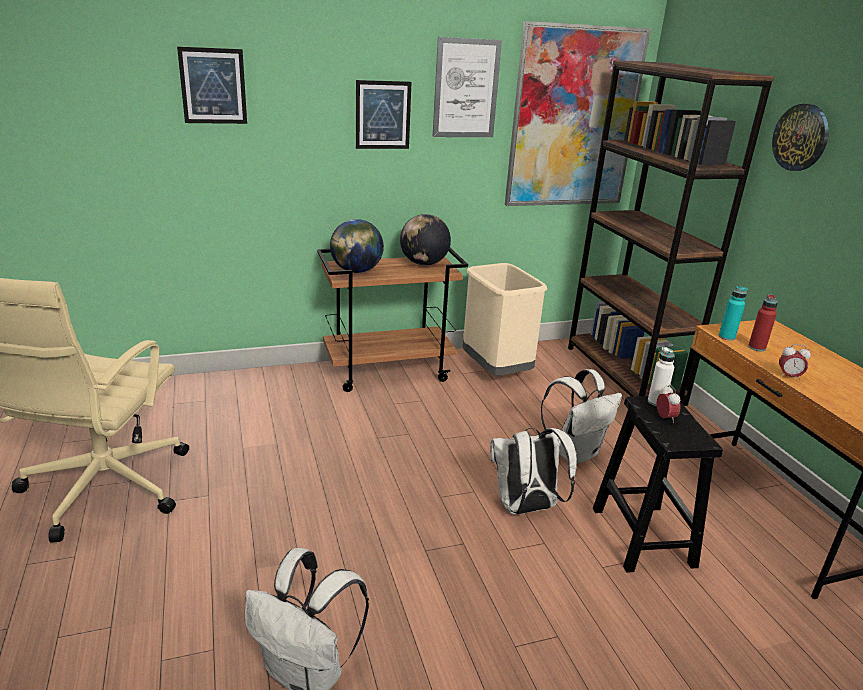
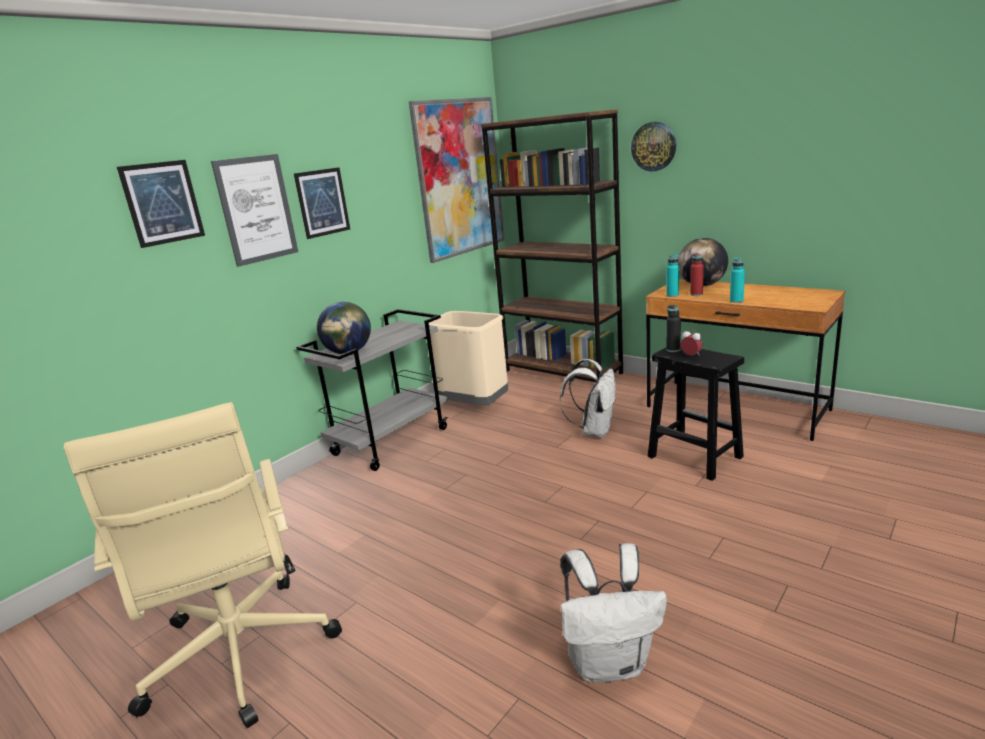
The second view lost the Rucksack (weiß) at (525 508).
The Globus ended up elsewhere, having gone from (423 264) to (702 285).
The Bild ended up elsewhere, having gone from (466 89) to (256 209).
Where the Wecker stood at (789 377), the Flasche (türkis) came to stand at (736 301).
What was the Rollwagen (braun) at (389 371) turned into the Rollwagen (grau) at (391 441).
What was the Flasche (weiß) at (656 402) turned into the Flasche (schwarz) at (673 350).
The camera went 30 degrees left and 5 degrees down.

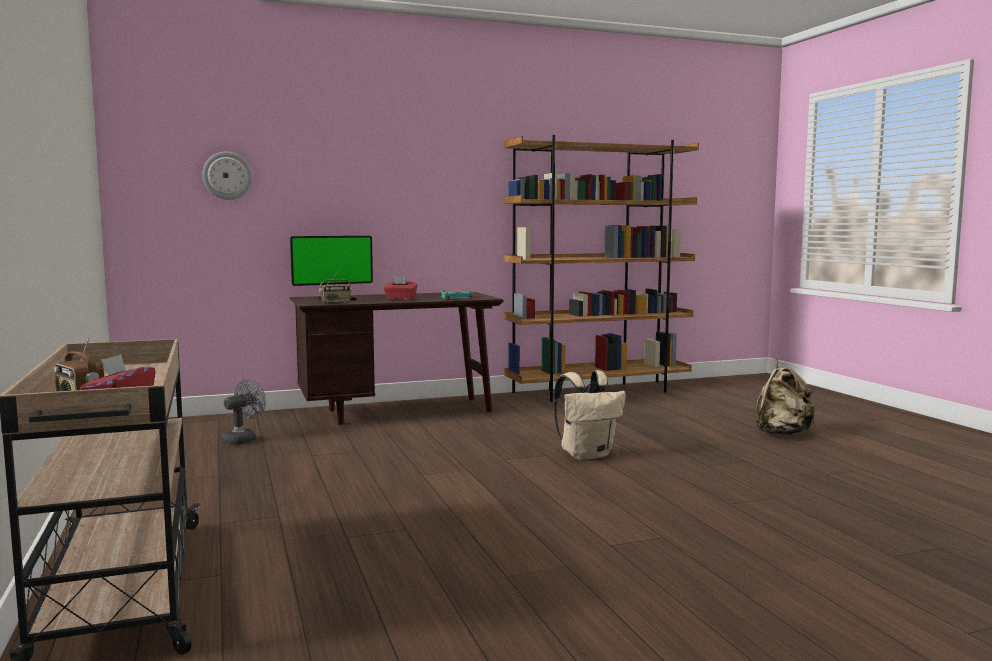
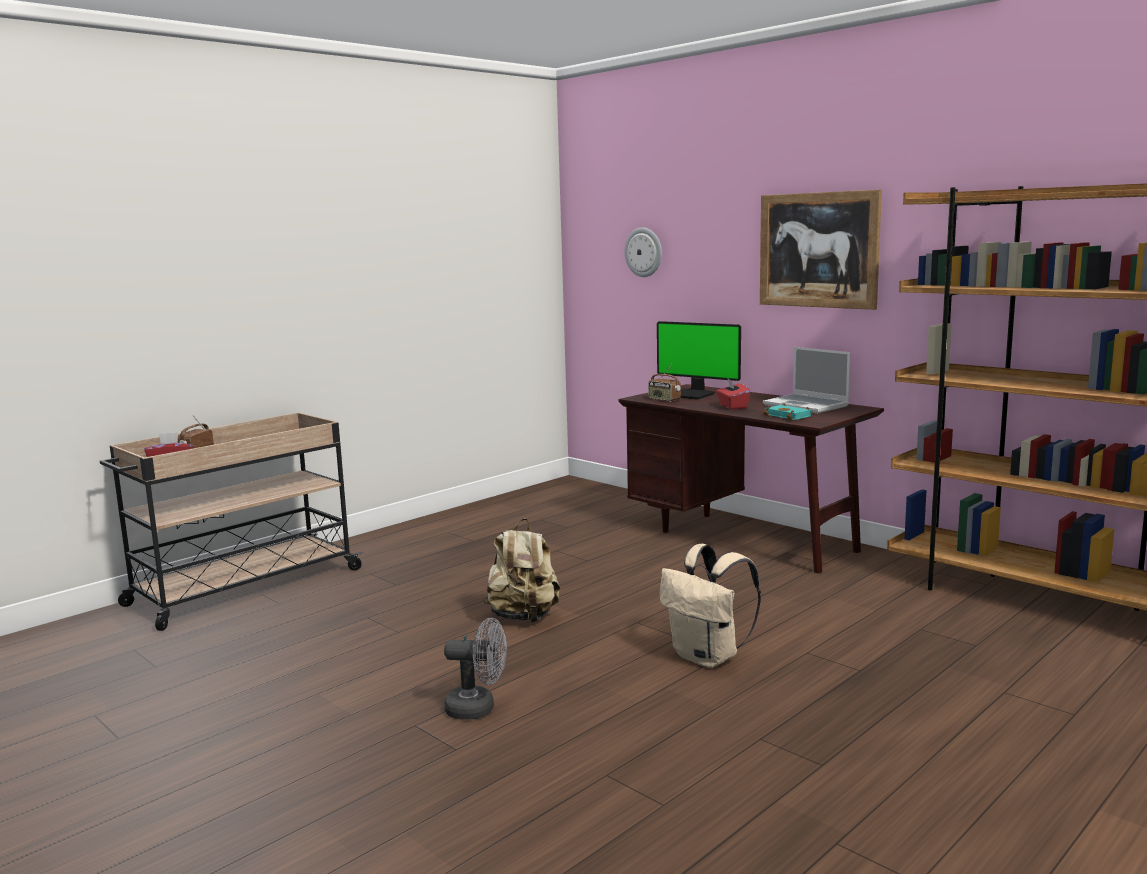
The second view gained the Bild at (818 250).
The second view gained the Laptop at (807 405).
The Ventilator (grau) ended up elsewhere, having gone from (243 439) to (478 708).
The Rucksack (beige) ended up elsewhere, having gone from (782 434) to (524 617).
The camera went 65 degrees right and 5 degrees up.

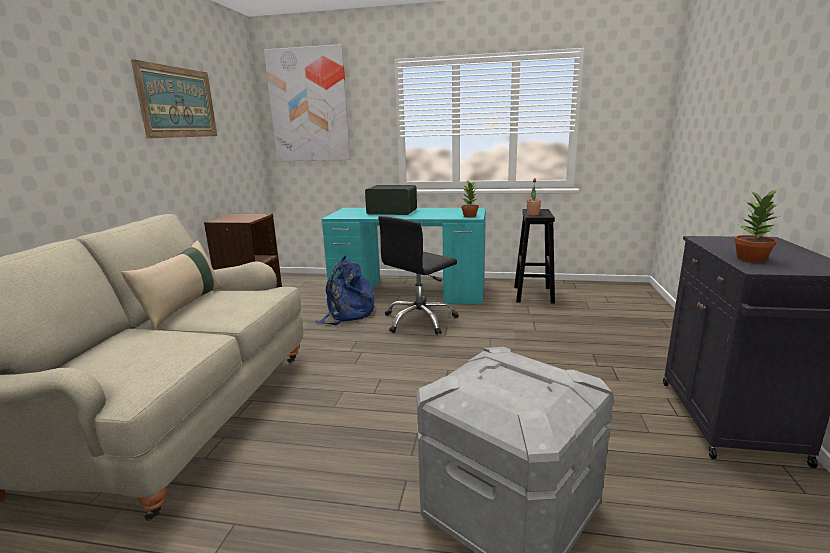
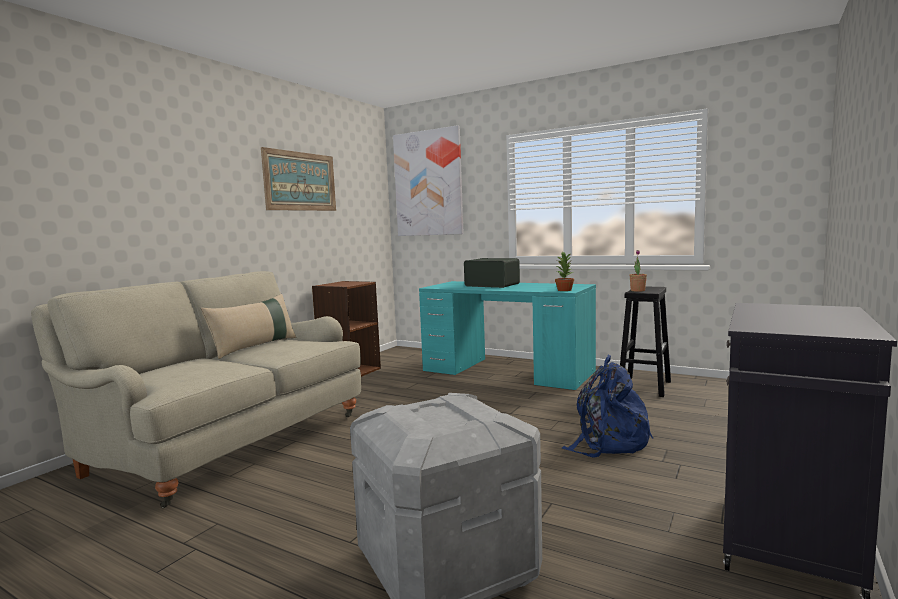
The second view lost the Bürostuhl (schwarz) at (419 320).
The second view lost the Topfpflanze at (752 259).
The Rucksack (blau) ended up elsewhere, having gone from (347 313) to (608 441).
The camera went 20 degrees right and 10 degrees down.

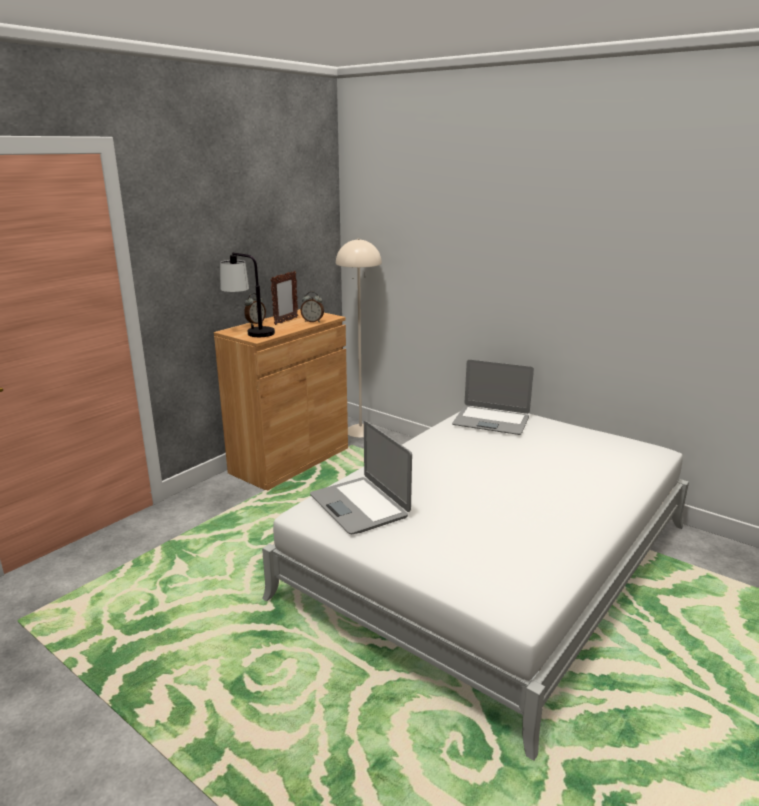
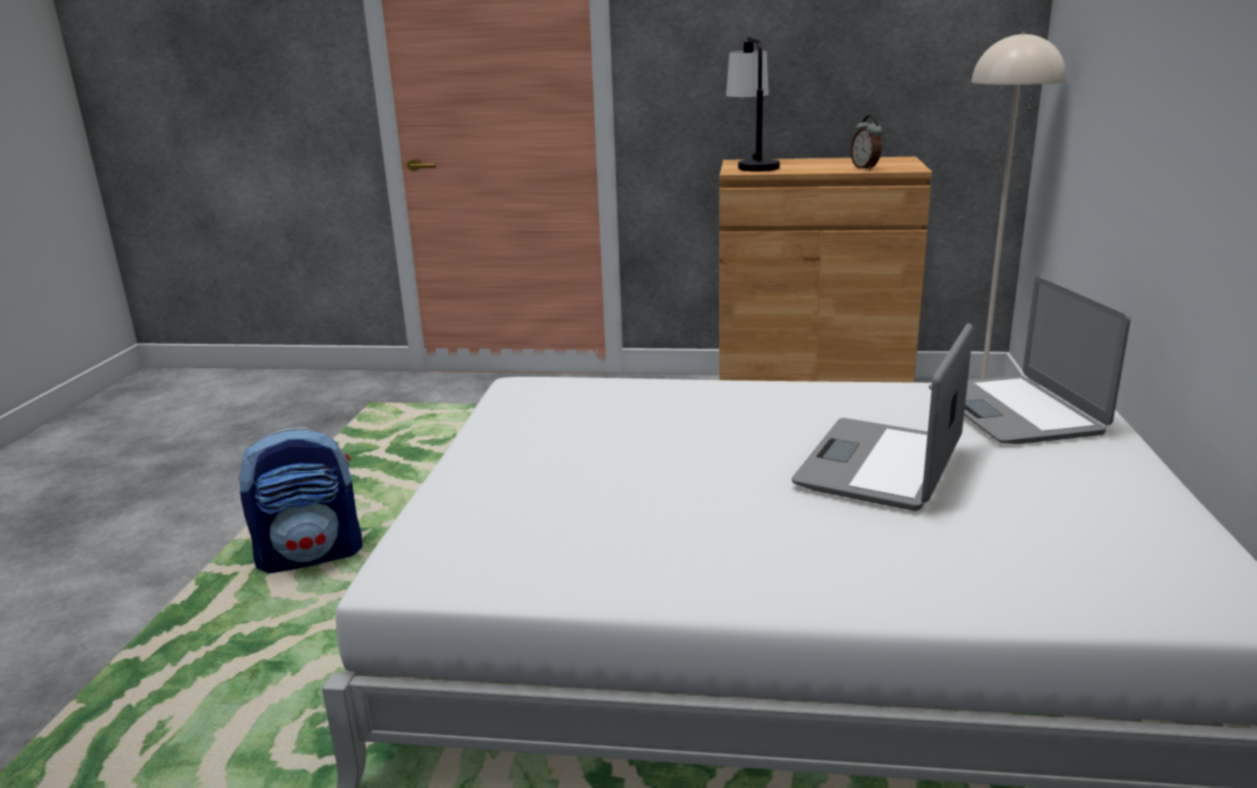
The second view lost the Wecker at (255 323).
The second view lost the Bilderrahmen at (285 321).
The second view gained the Rucksack at (312 555).
The Laptop ended up elsewhere, having gone from (360 506) to (881 465).
The camera went 60 degrees right and 0 degrees up.

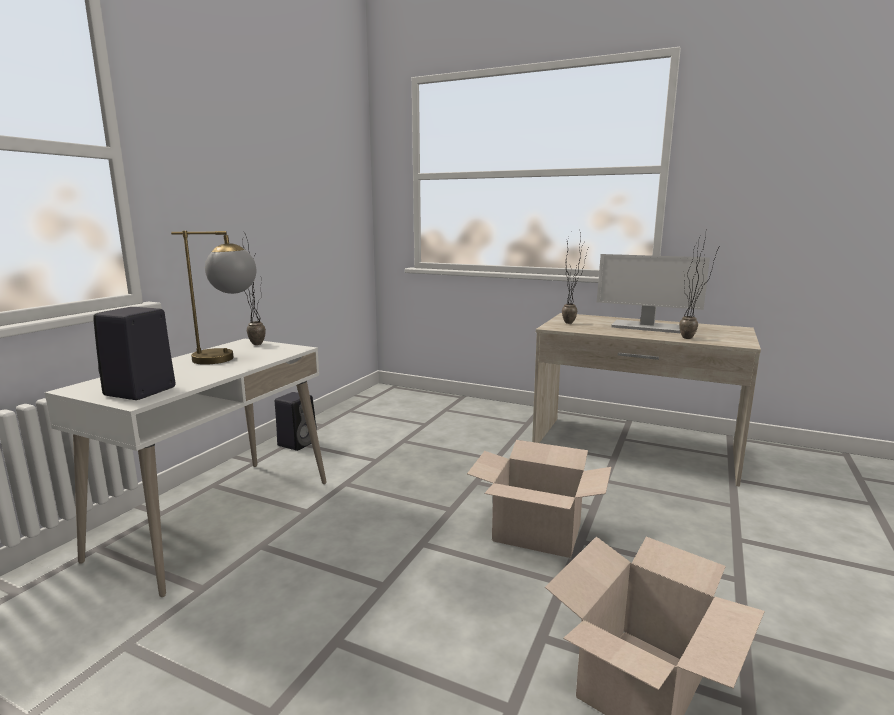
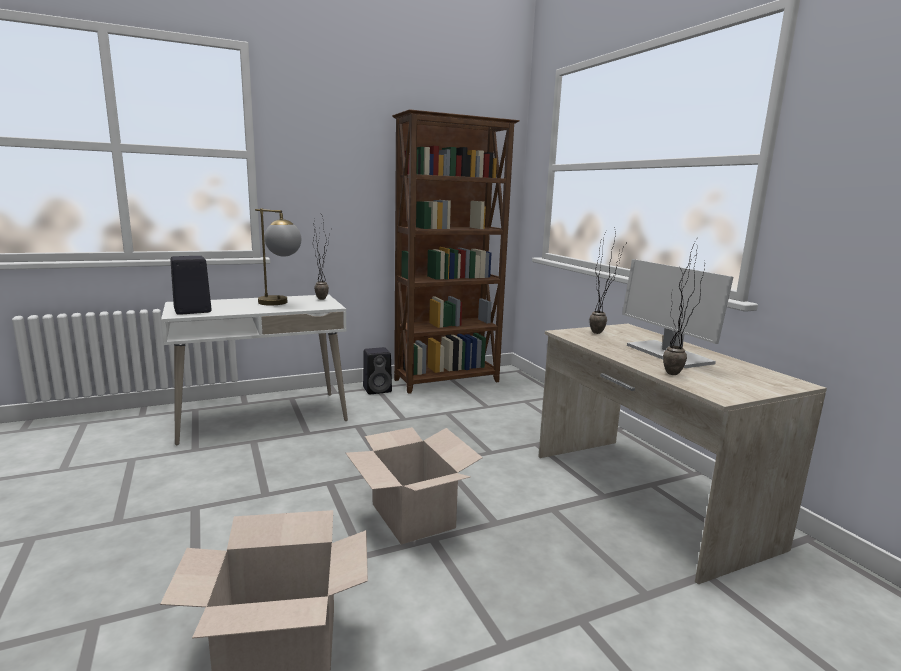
The second view gained the Bücherregal (braun) at (448 381).
The camera went 40 degrees right and 0 degrees up.

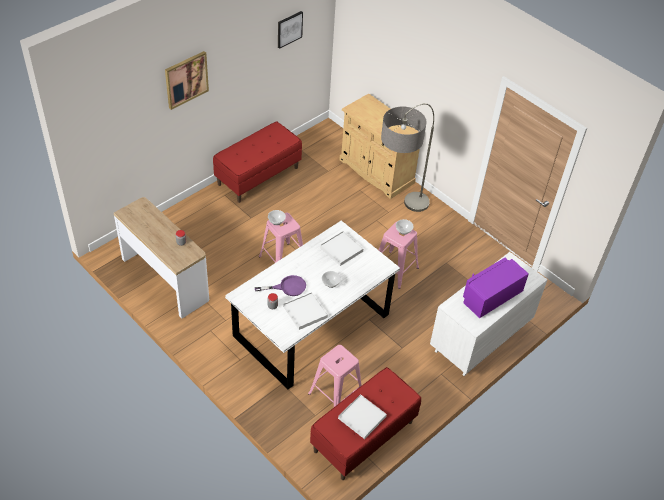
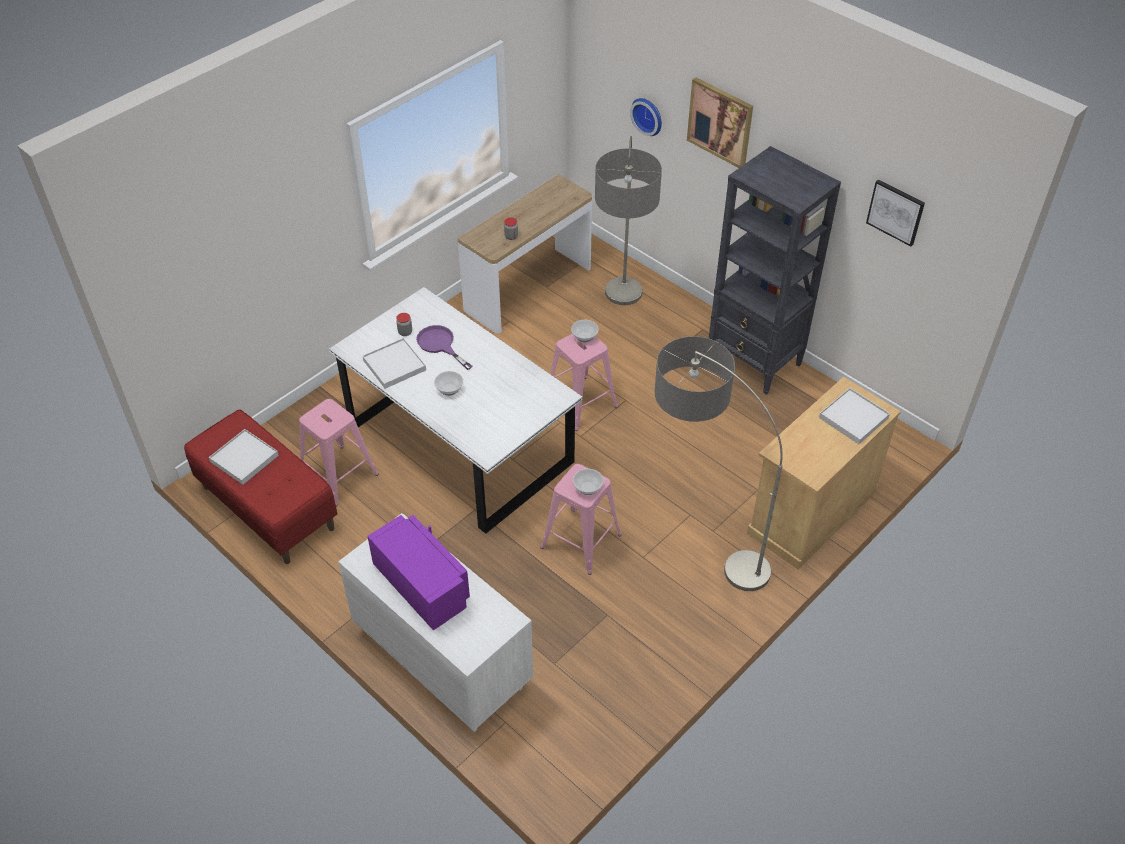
The second view gained the Stehlampe at (621 324).
The second view gained the Wanduhr at (648 115).
The Tablett (weiß) ended up elsewhere, having gone from (341 249) to (853 418).
Where the Bank (rot) stood at (258 176), the Bücherregal (schwarz) came to stand at (754 362).
The Pfanne (lila) at (287 287) ended up facing another way, 150 degrees clockwise from before.
The camera went 90 degrees right and 0 degrees up.

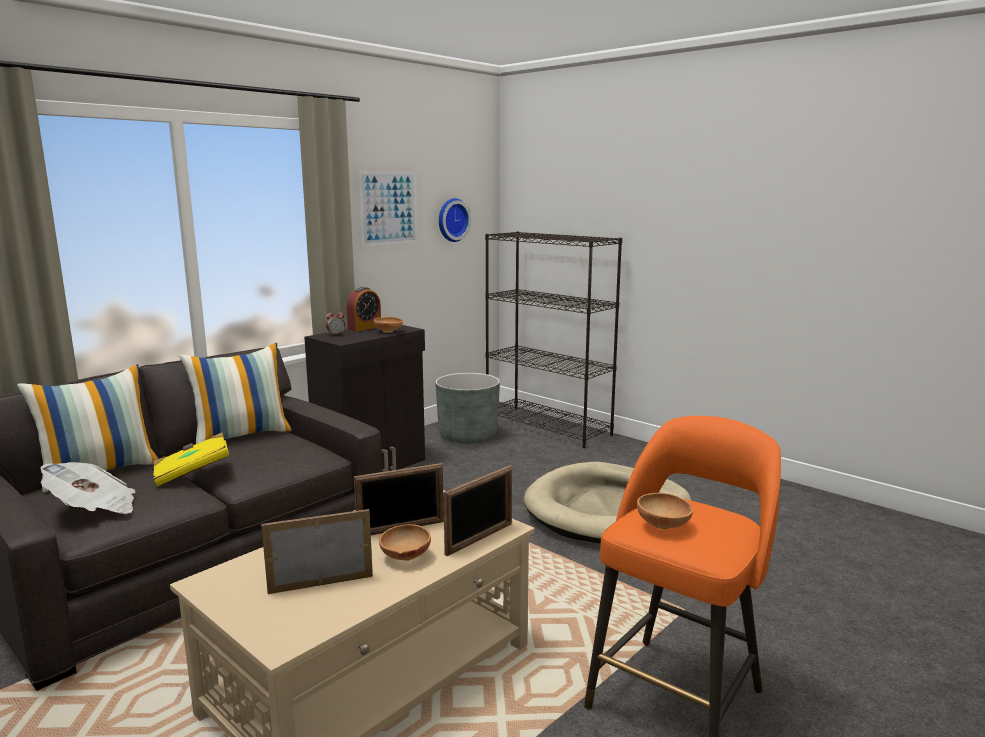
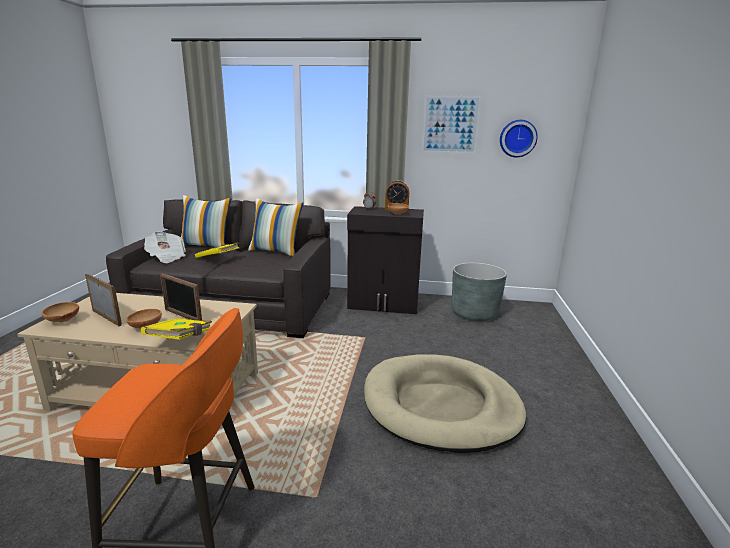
The second view lost the Bücherregal (schwarz) at (548 426).
The Schüssel (braun) ended up elsewhere, having gone from (664 526) to (62 321).
Where the Bilderrahmen stood at (480 539), the Buch (gelb) came to stand at (181 340).
The camera went 55 degrees right and 5 degrees up.

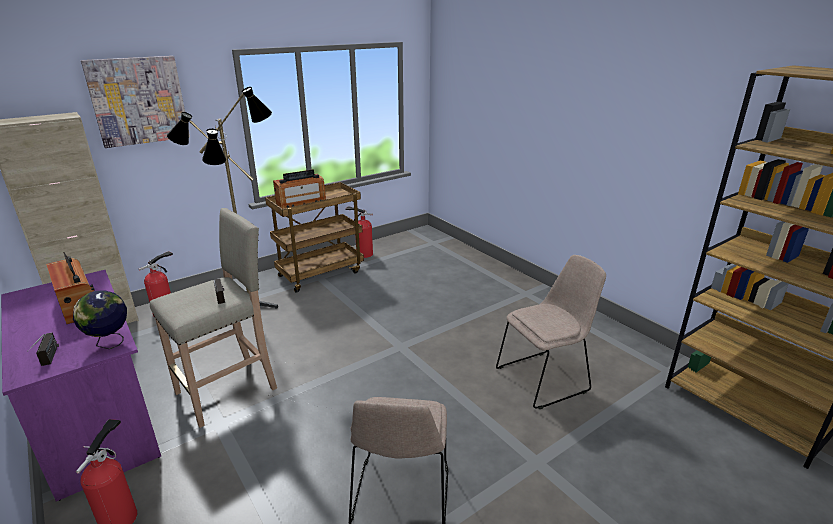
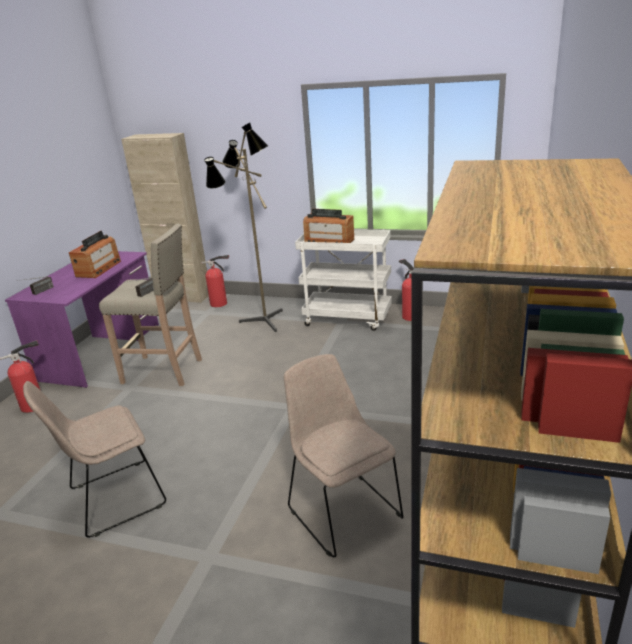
The second view lost the Globus at (110 343).
The second view lost the Bild at (138 101).
What was the Rollwagen (braun) at (320 273) turned into the Rollwagen (weiß) at (348 318).
The Stuhl (beige) at (544 378) ended up facing another way, 150 degrees counterclockwise from before.
The camera went 55 degrees right and 0 degrees up.

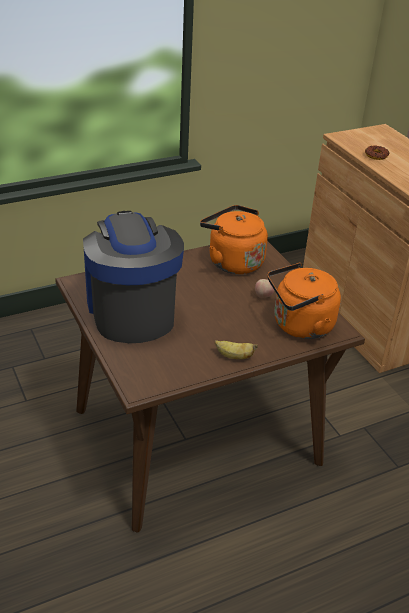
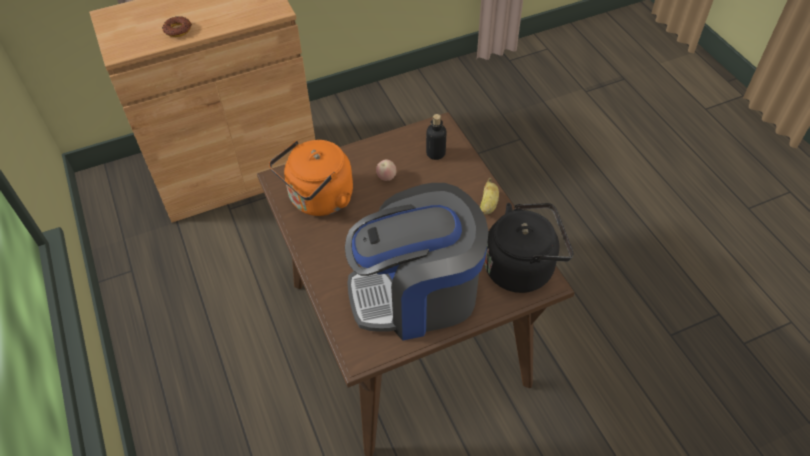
The second view gained the Wasserkessel (schwarz) at (523 267).
Where the Wasserkessel (orange) stood at (299 326), the Flasche came to stand at (435 153).
The camera went 85 degrees left and 15 degrees up.

